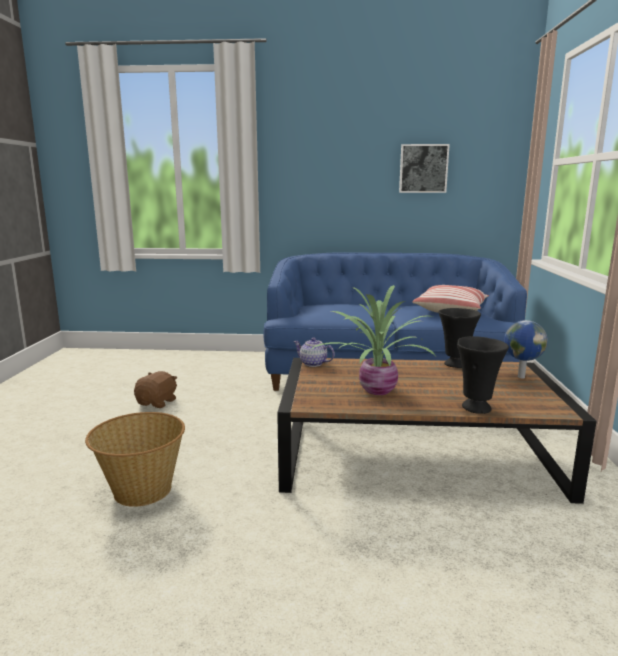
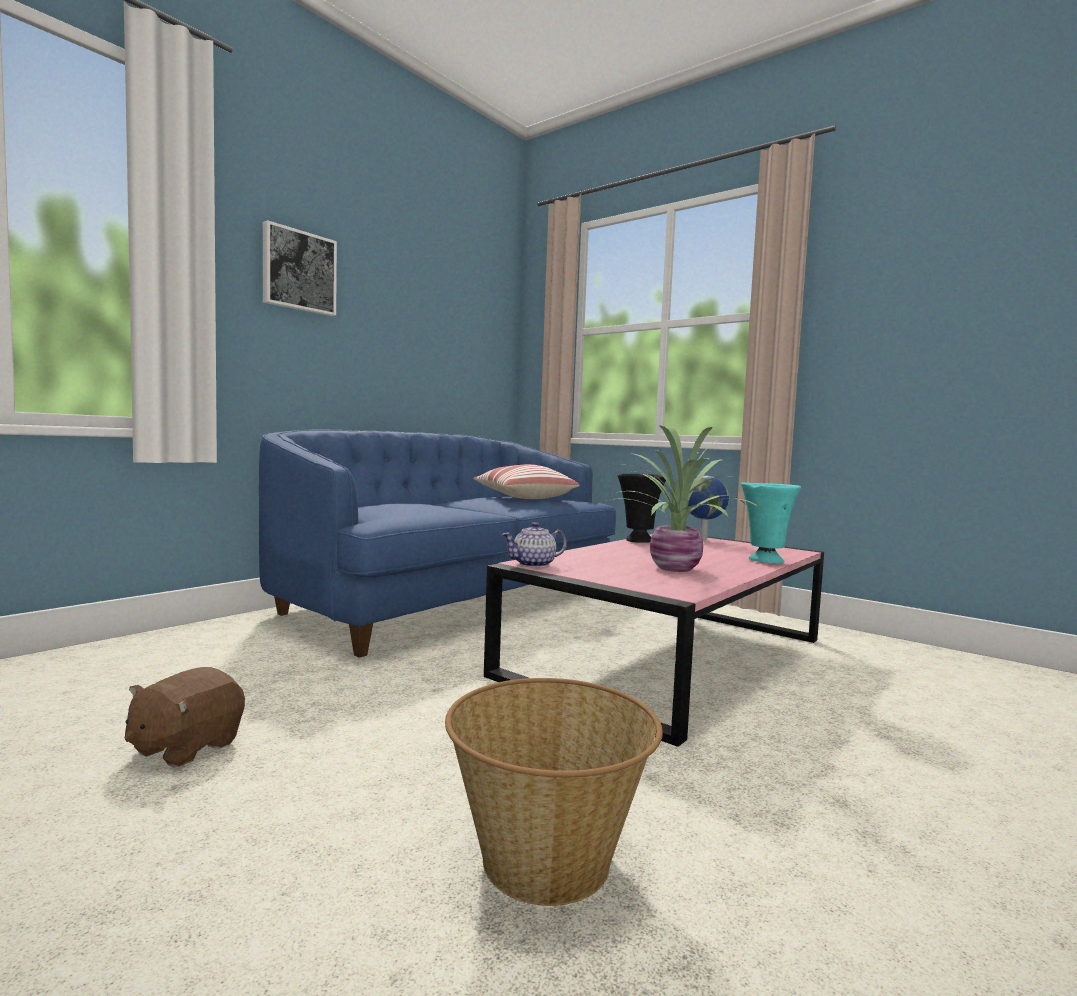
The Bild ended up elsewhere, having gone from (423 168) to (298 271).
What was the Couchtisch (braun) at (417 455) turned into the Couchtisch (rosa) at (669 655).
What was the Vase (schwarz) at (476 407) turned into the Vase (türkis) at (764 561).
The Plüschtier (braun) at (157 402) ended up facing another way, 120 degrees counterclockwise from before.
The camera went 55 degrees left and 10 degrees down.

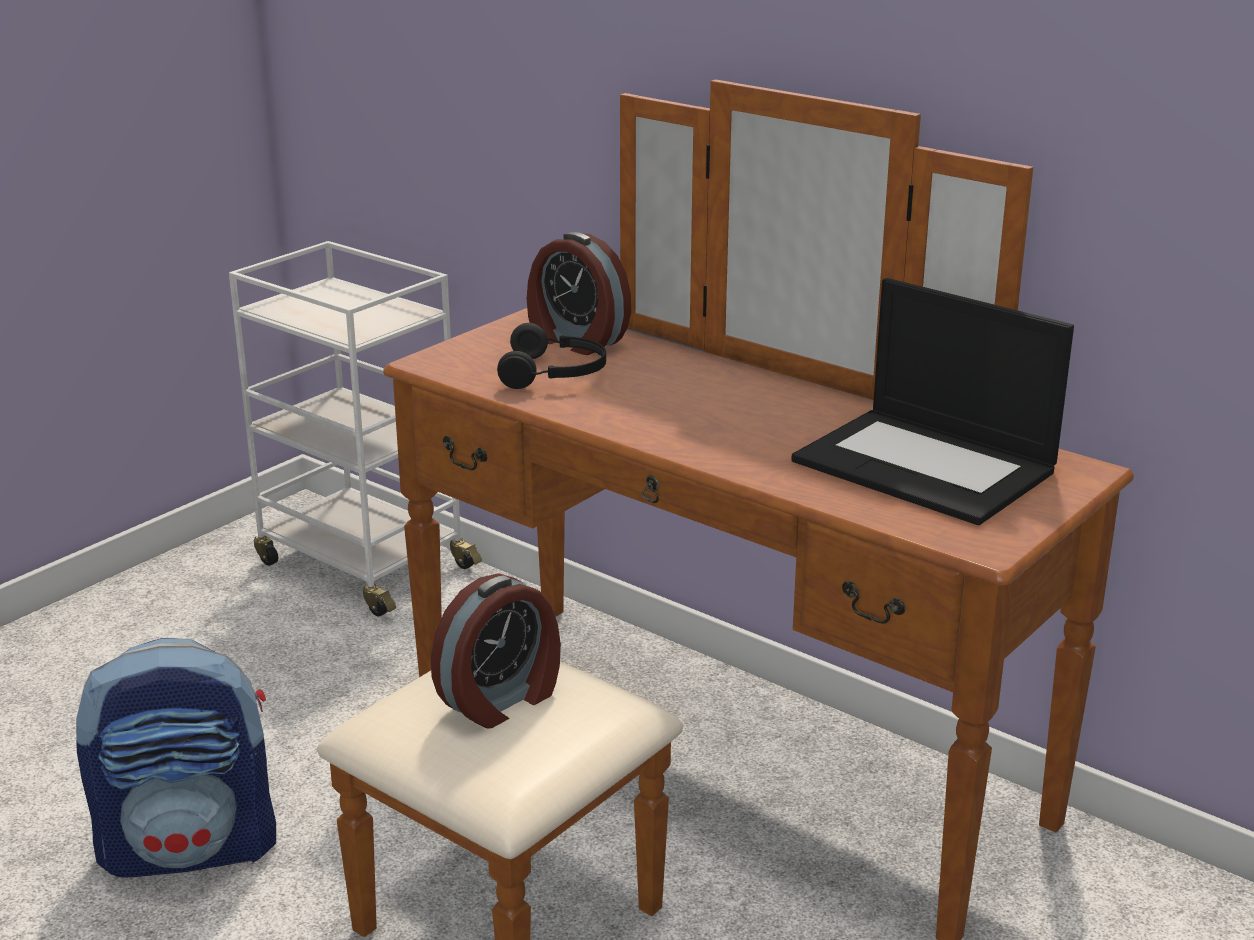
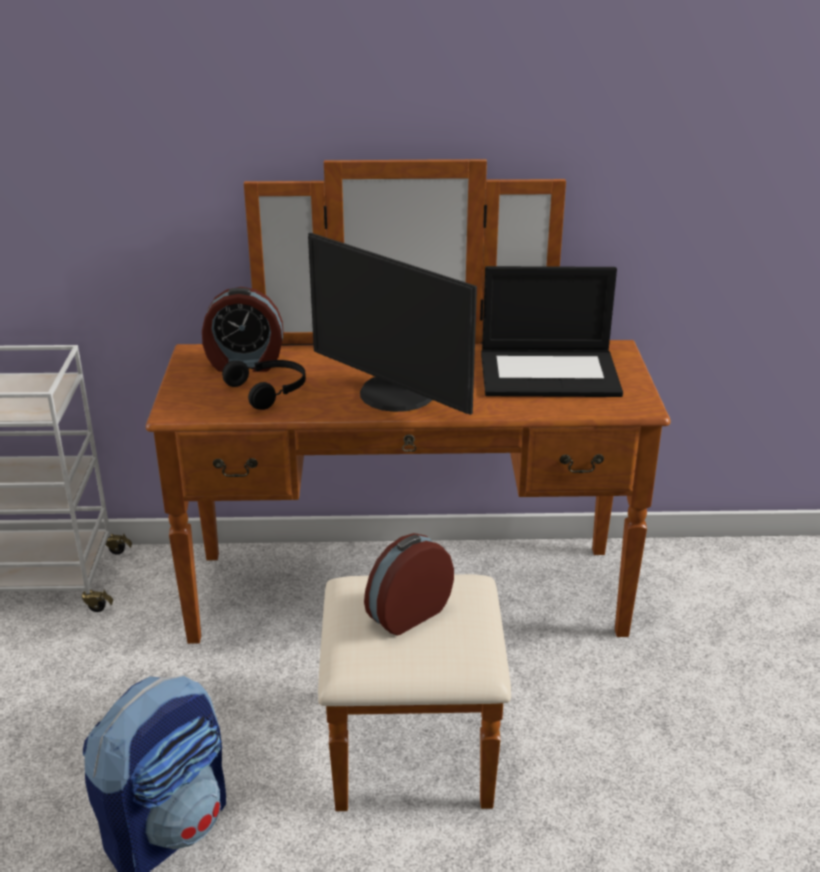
The second view gained the Monitor at (394 395).
The Wecker at (502 700) ended up facing another way, 135 degrees counterclockwise from before.
The camera went 40 degrees left and 5 degrees up.

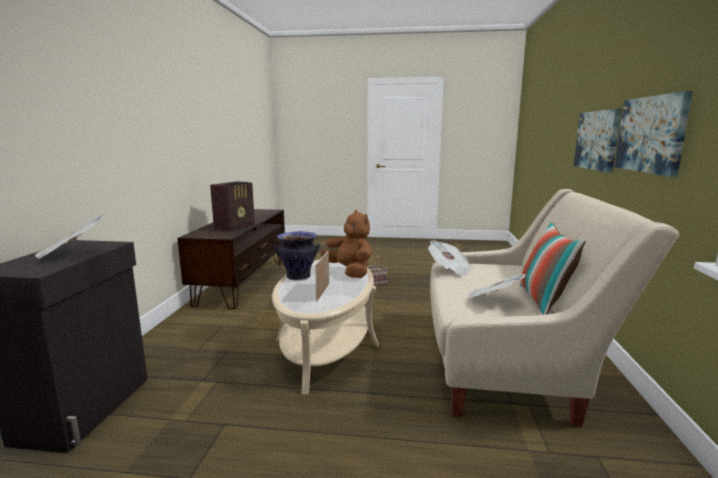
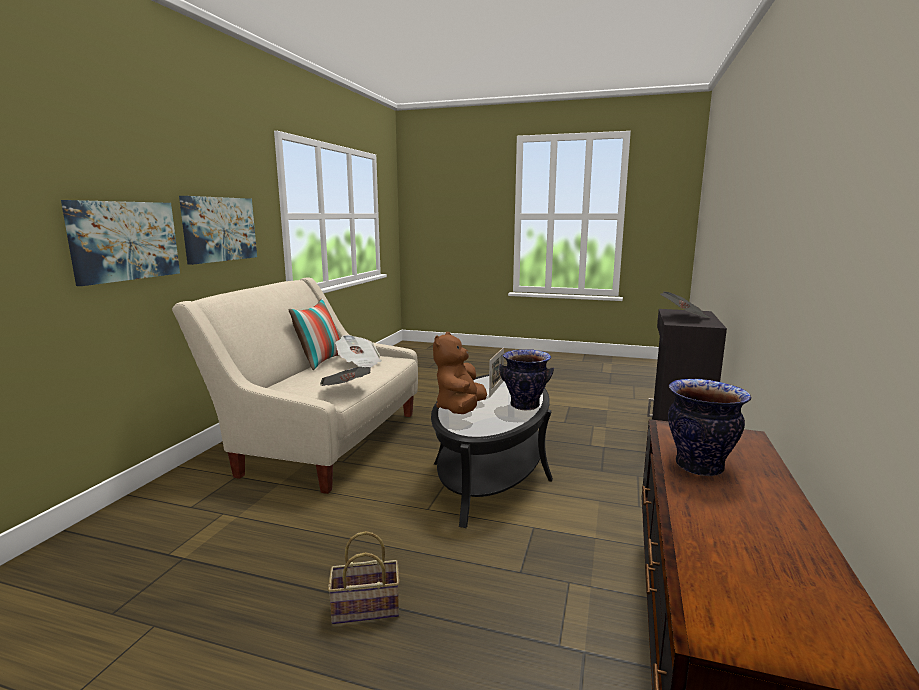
Where the Radio stood at (236 227), the Vase came to stand at (700 467).
What was the Couchtisch (beige) at (326 342) turned into the Couchtisch (schwarz) at (491 471).
The Plüschtier (braun) at (349 272) ended up facing another way, 45 degrees clockwise from before.
The camera went 170 degrees left and 0 degrees up.

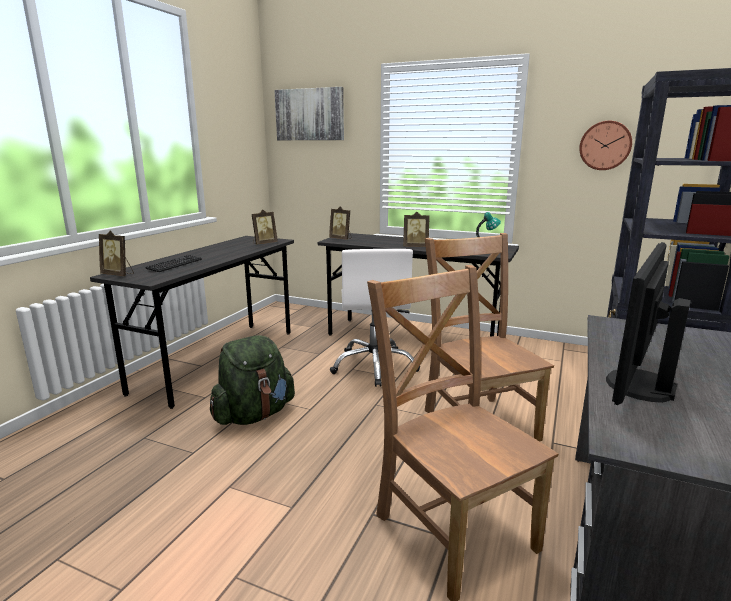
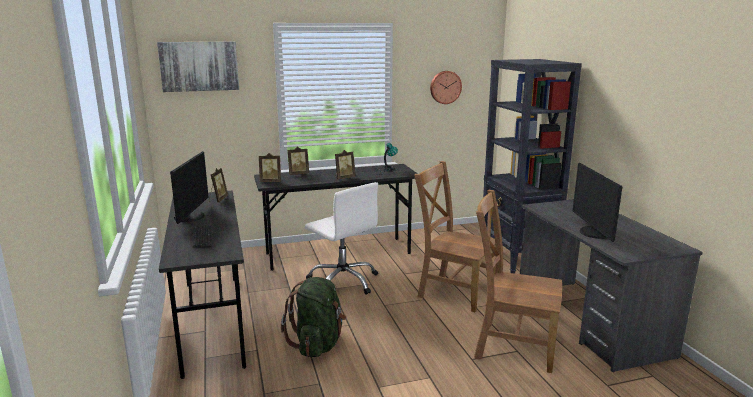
The second view gained the Monitor at (191 217).
The Bilderrahmen ended up elsewhere, having gone from (118 275) to (298 174).
The camera went 40 degrees left and 0 degrees up.

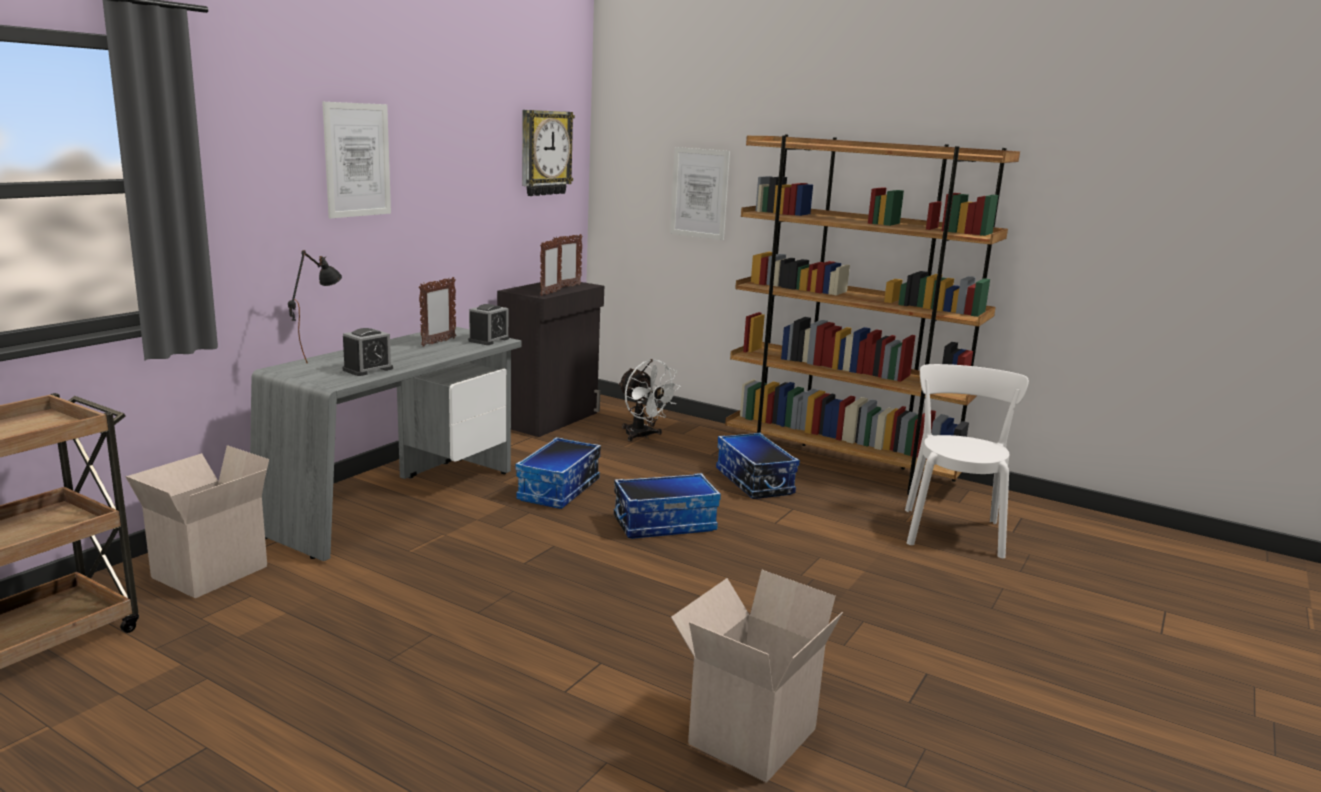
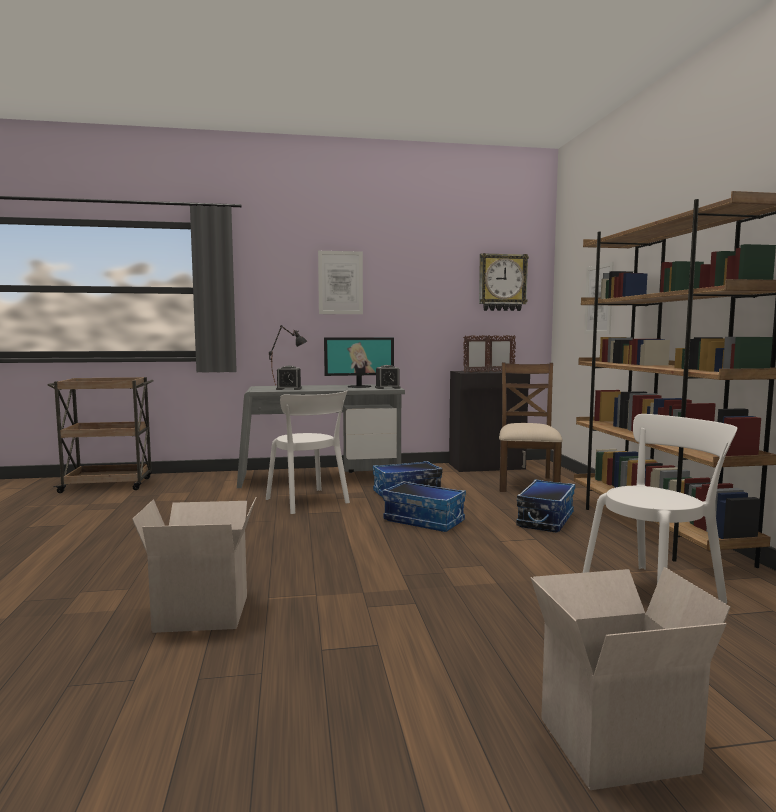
The second view gained the Stuhl (weiß) at (309 502).
The Karton ended up elsewhere, having gone from (209 570) to (616 741).
Where the Bilderrahmen stood at (438 342), the Monitor came to stand at (359 386).
Where the Ventilator (weiß) stood at (643 436), the Stuhl (braun) came to stand at (526 484).
The camera went 50 degrees right and 10 degrees down.

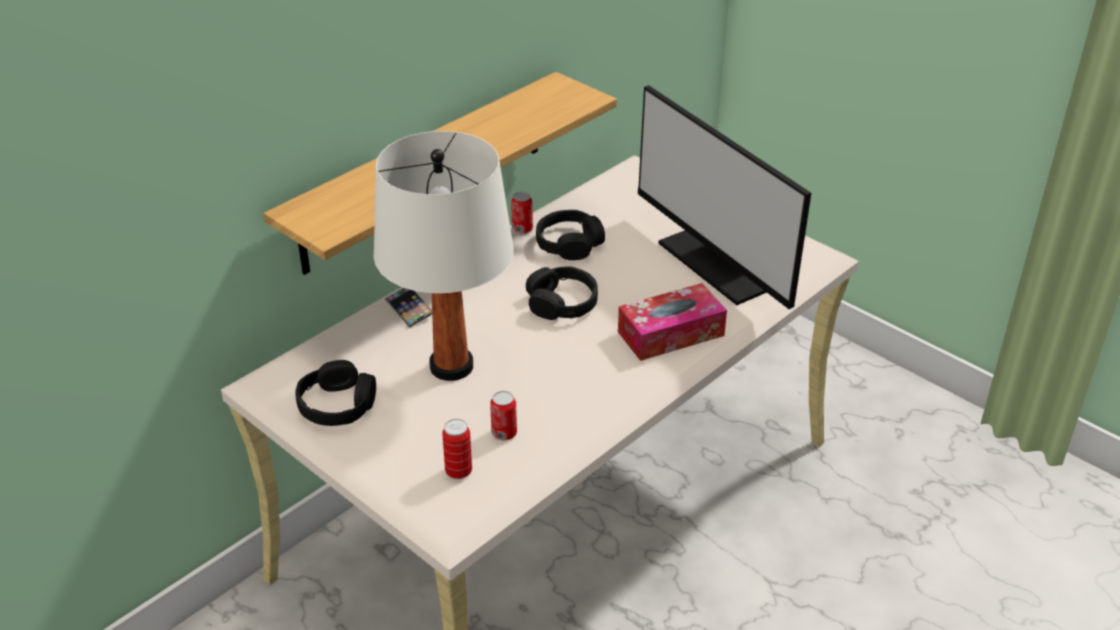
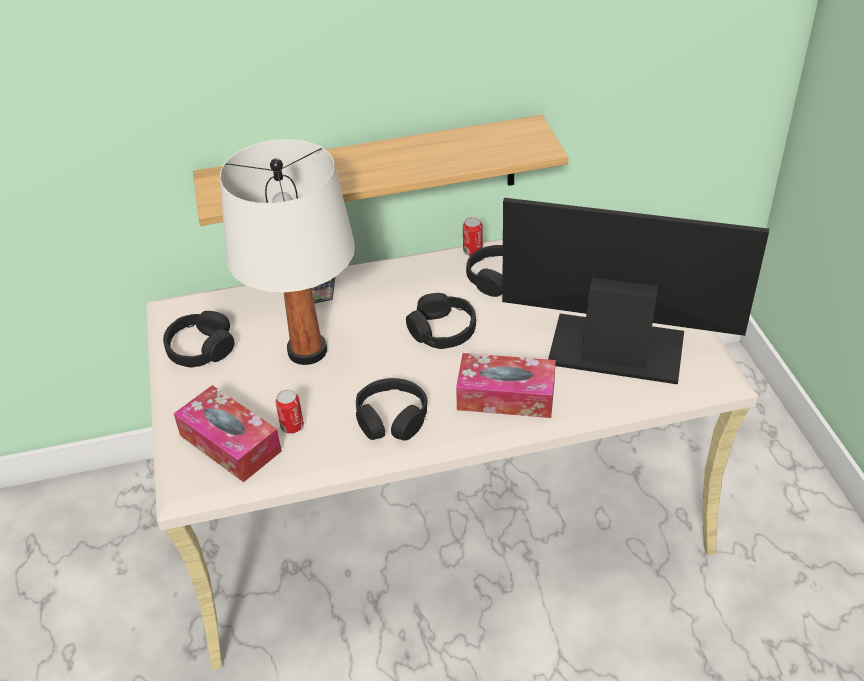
The second view gained the Kopfhörer (schwarz) at (392 418).
Where the Dose stood at (458 472), the Taschentuchbox came to stand at (230 443).
The Monitor at (722 262) ended up facing another way, 105 degrees clockwise from before.
The camera went 35 degrees right and 5 degrees up.

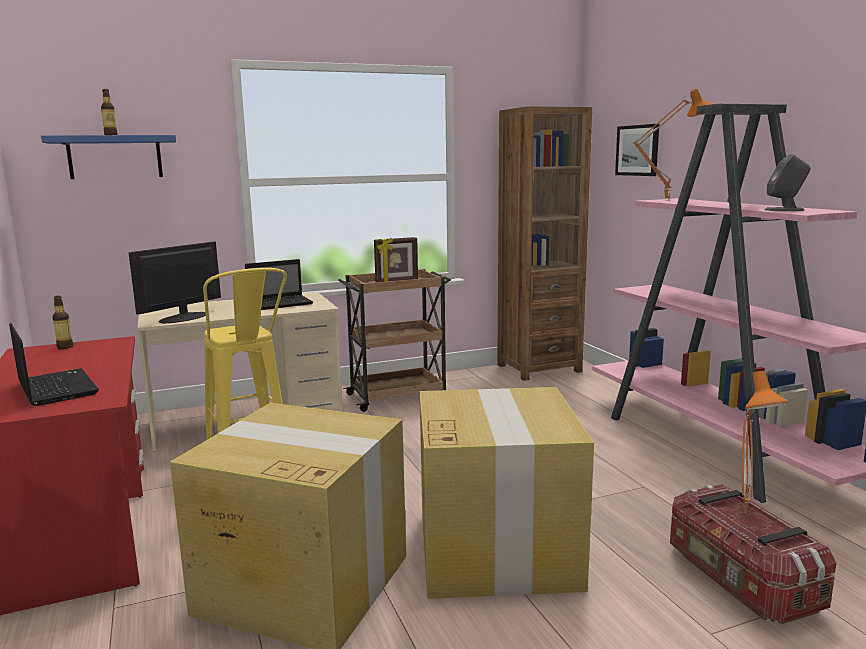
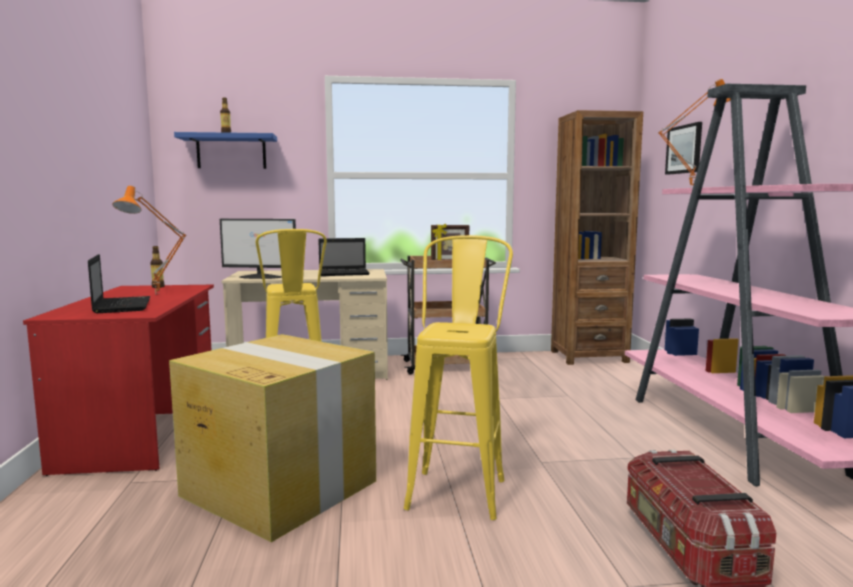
The second view lost the Lautsprecher (grau) at (785 210).
The Tischlampe (orange) ended up elsewhere, having gone from (748 513) to (158 294).
Where the Karton stood at (496 548), the Hocker (gelb) came to stand at (459 486).
The Monitor at (183 317) ended up facing another way, 135 degrees counterclockwise from before.
The camera went 15 degrees right and 5 degrees down.

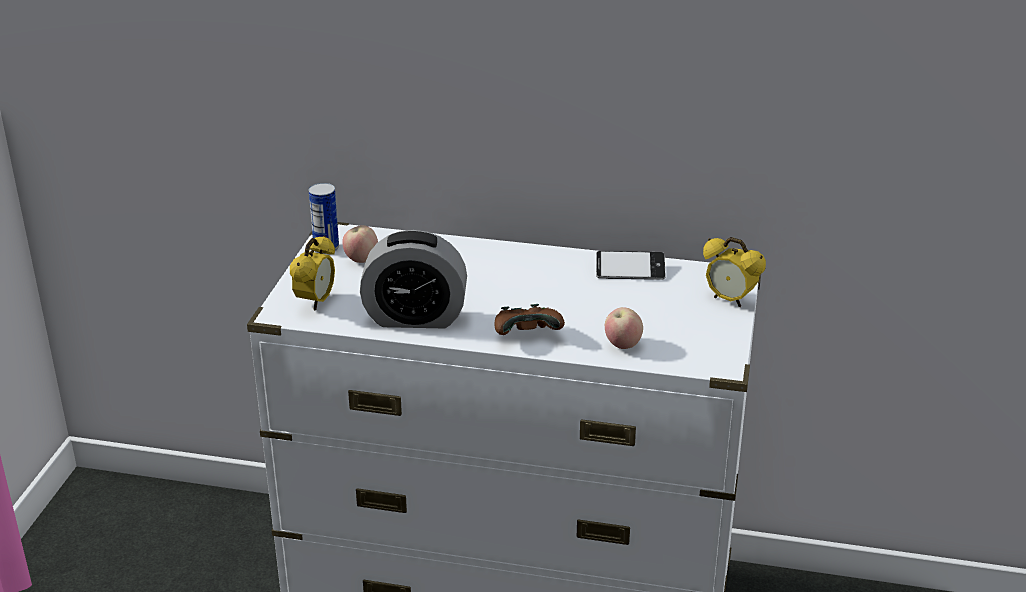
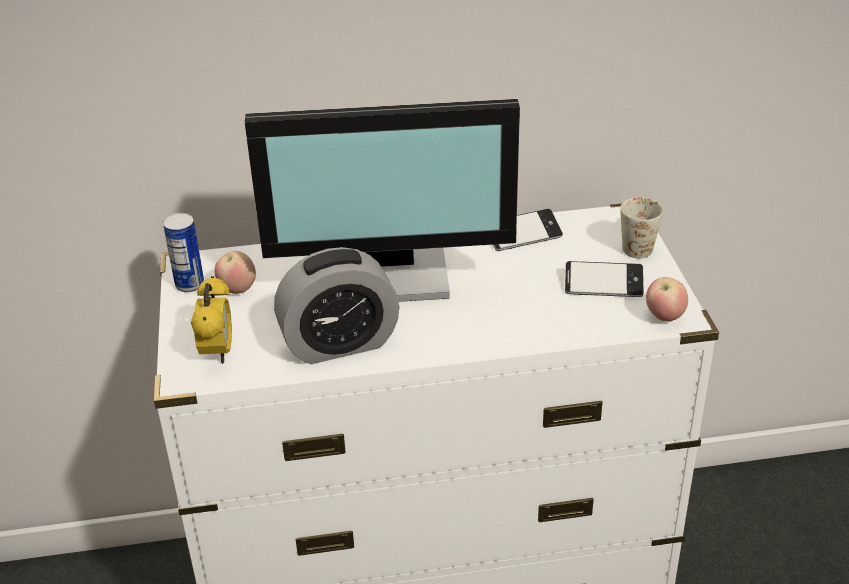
The second view lost the Gamepad (braun) at (527 335).
The second view gained the Monitor at (392 272).
The second view gained the Handy at (603 285).
The Apfel ended up elsewhere, having gone from (622 345) to (664 316).
Where the Wecker stood at (730 300), the Henkelbecher (weiß) came to stand at (638 244).
The camera went 20 degrees left and 5 degrees up.

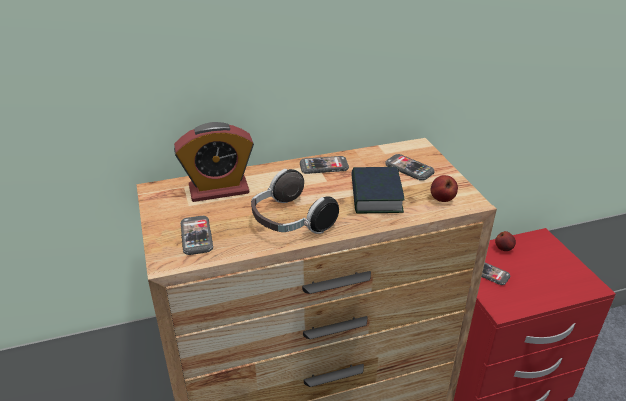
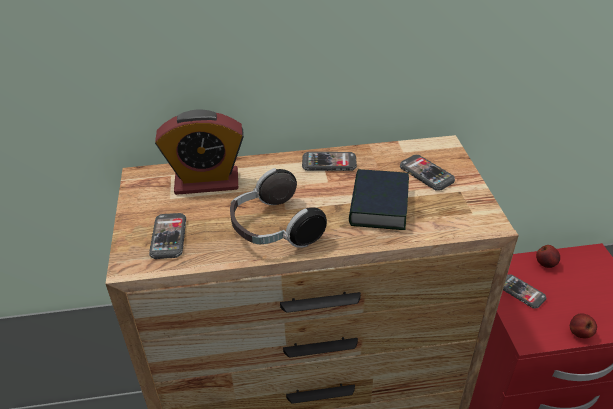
The Apfel ended up elsewhere, having gone from (442 199) to (579 333).
The camera went 10 degrees right and 5 degrees up.

